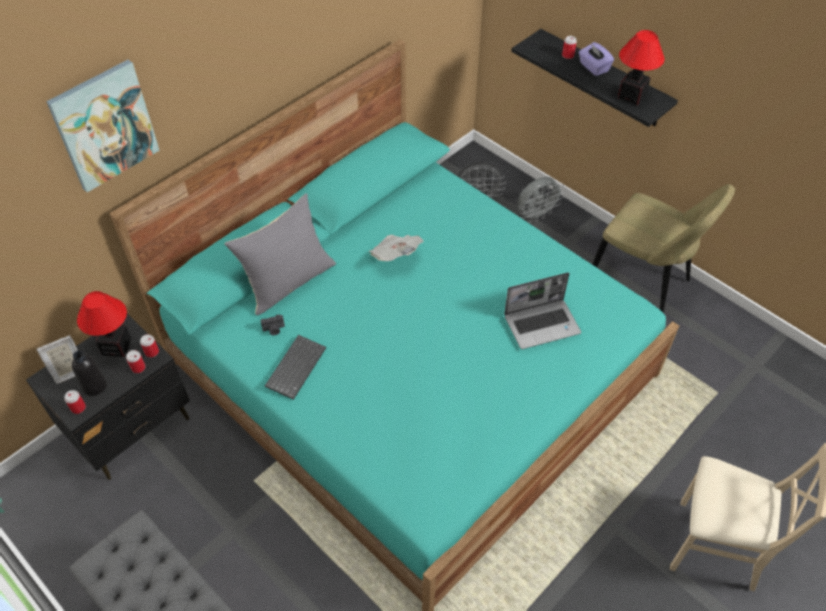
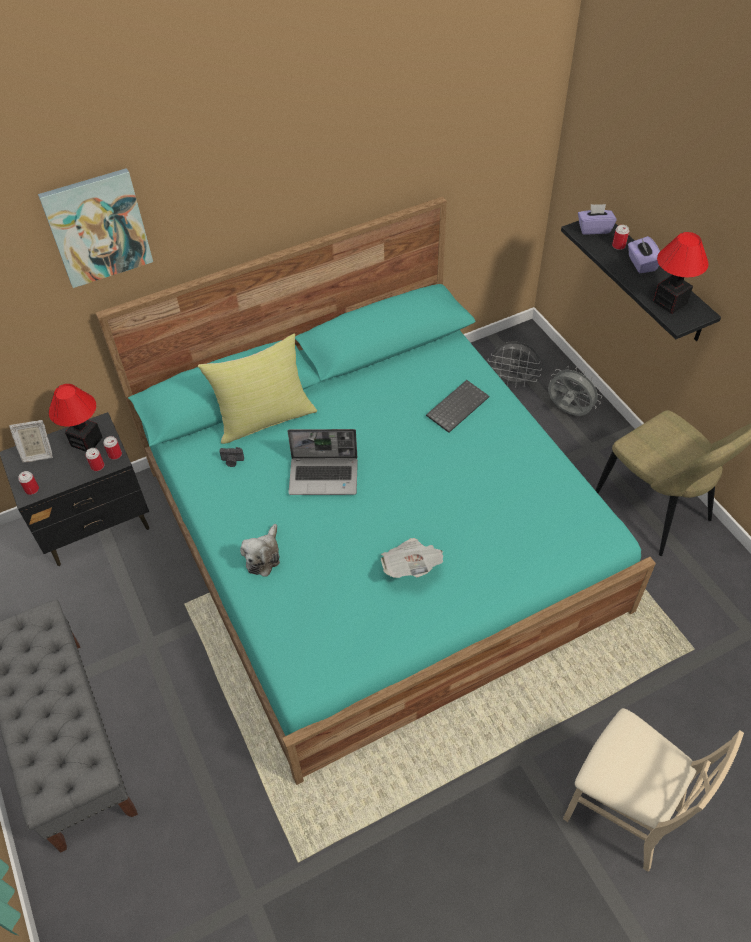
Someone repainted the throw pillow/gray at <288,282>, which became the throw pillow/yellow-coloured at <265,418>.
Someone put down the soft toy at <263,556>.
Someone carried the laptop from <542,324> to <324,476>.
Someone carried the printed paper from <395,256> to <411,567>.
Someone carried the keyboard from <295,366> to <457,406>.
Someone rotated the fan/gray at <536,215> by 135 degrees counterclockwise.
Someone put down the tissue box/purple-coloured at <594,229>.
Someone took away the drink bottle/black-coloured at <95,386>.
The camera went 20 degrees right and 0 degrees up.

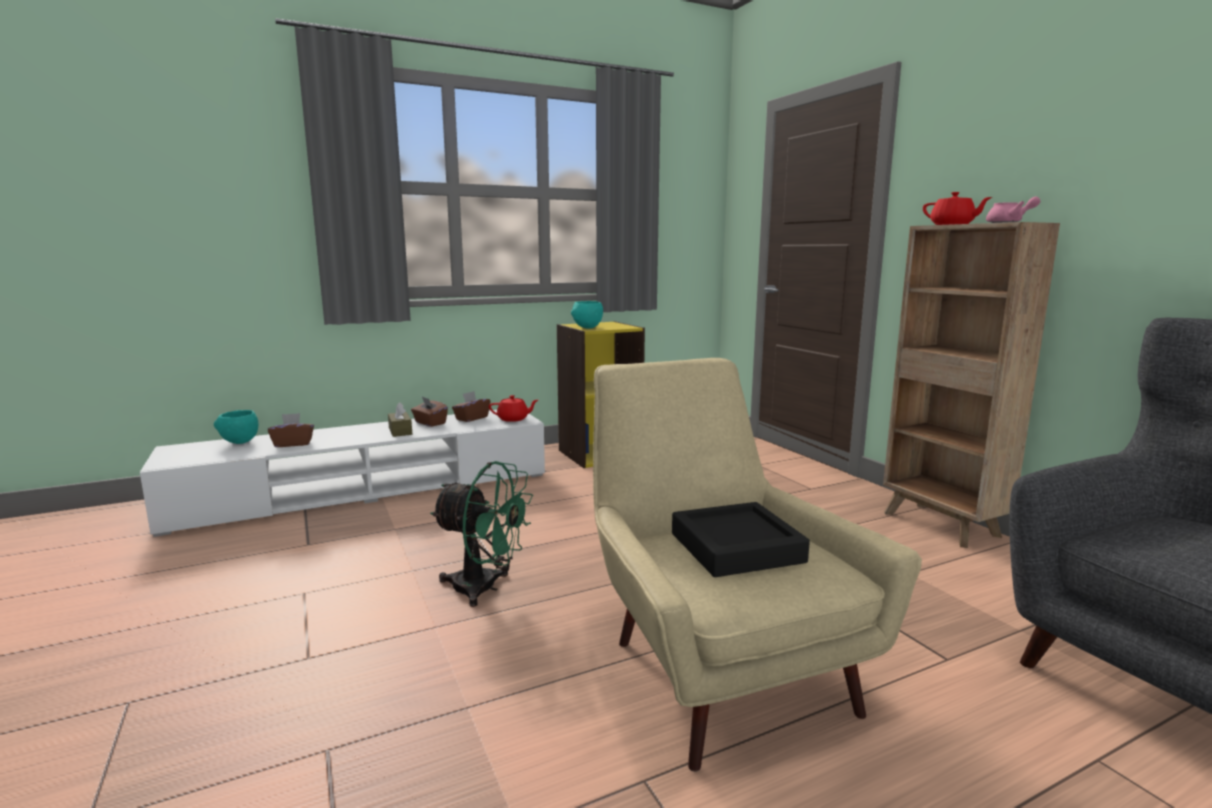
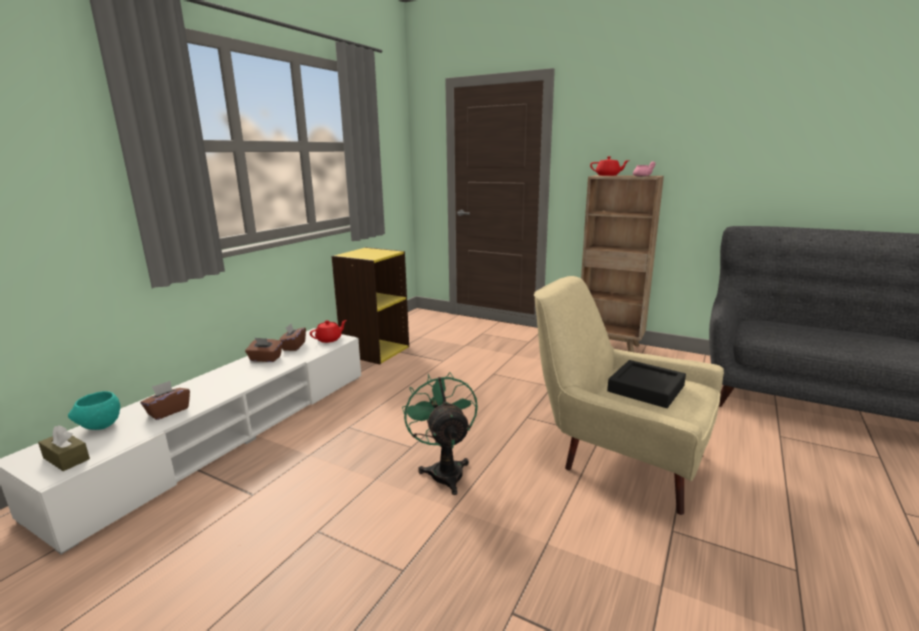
Someone carried the tissue box/brown from <400,431> to <66,458>.
Someone rotated the fan/green at <485,588> by 90 degrees counterclockwise.
Someone took away the serving bowl/turquoise at <587,328>.
The camera went 35 degrees left and 5 degrees up.

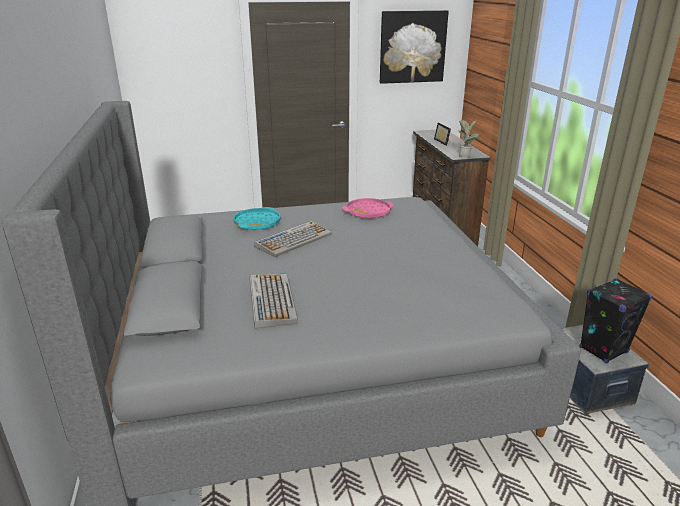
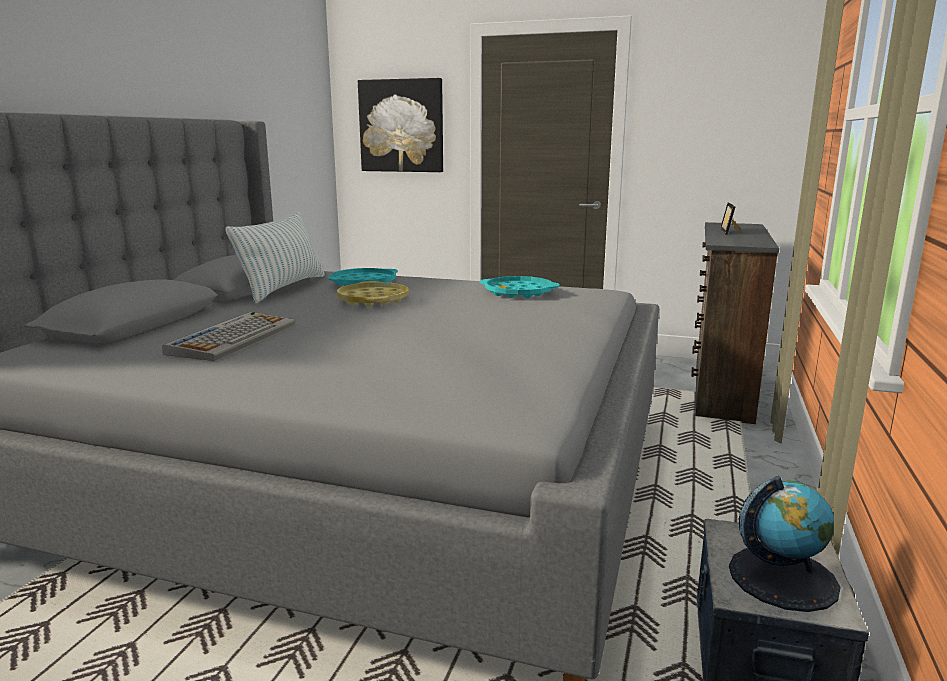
Someone put down the throw pillow at <283,288>.
Someone swapped the keyboard at <294,240> for the tray/yellow-coloured at <373,300>.
Someone carried the wall art from <412,47> to <401,126>.
Someone repainted the tray/pinkish at <368,212>, which became the tray/turquoise at <519,293>.
Someone swapped the loudspeaker/black-coloured at <603,350> for the desk globe at <782,577>.
Someone took away the houseplant at <466,155>.
The camera went 30 degrees right and 10 degrees down.

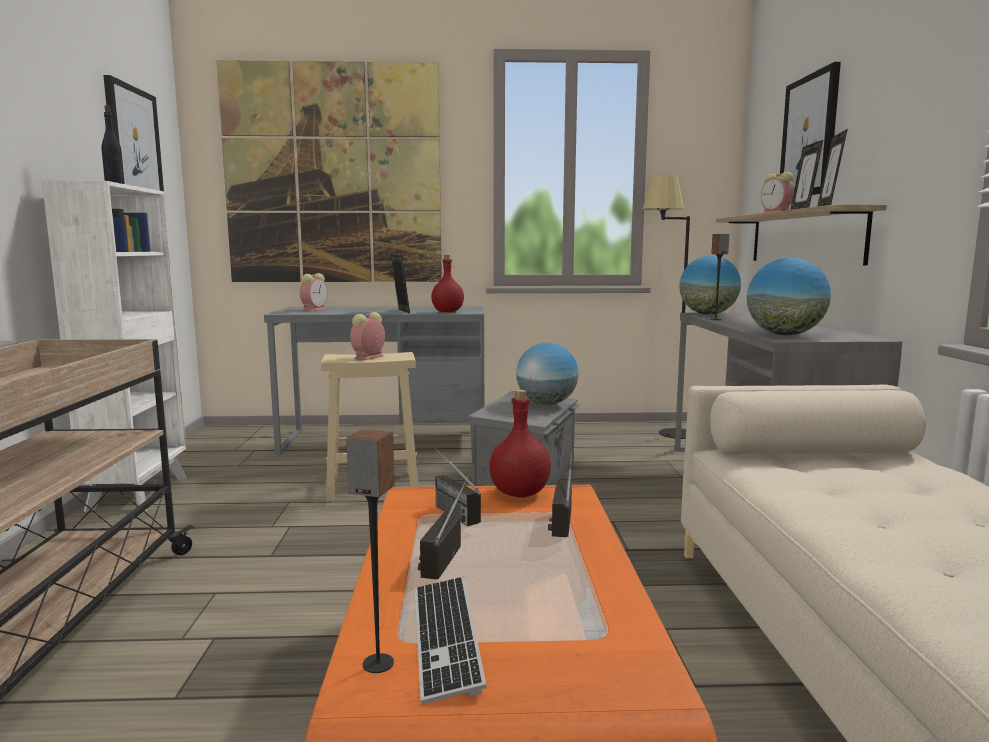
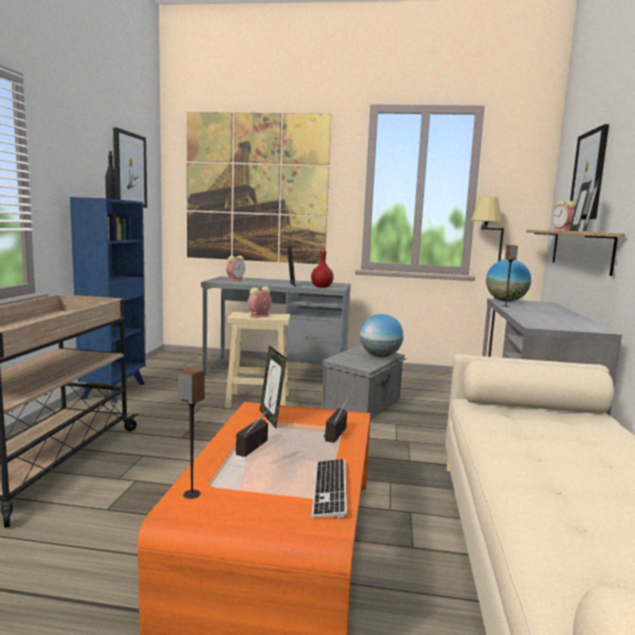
Someone repainted the shelving unit/white-coloured at <140,493>, which became the shelving unit/blue at <115,390>.
Someone swapped the radio receiver at <447,509> for the picture frame at <271,418>.
Someone carried the keyboard from <446,637> to <330,489>.
Someone took away the drink bottle/red-coloured at <519,493>.
Someone took away the desk globe at <784,335>.
The camera went 10 degrees right and 0 degrees up.

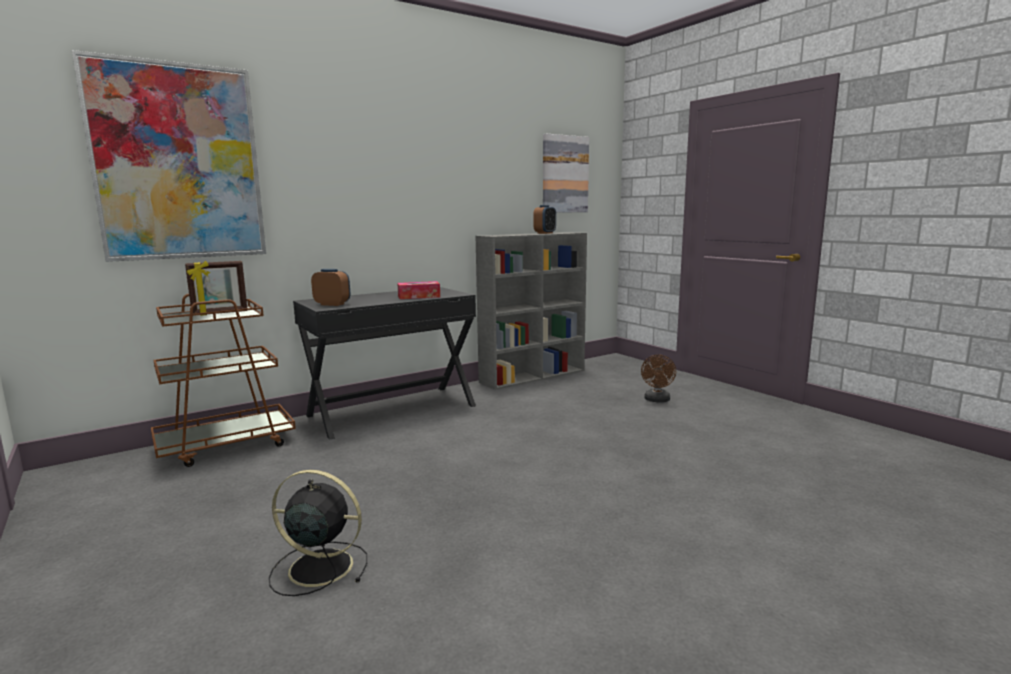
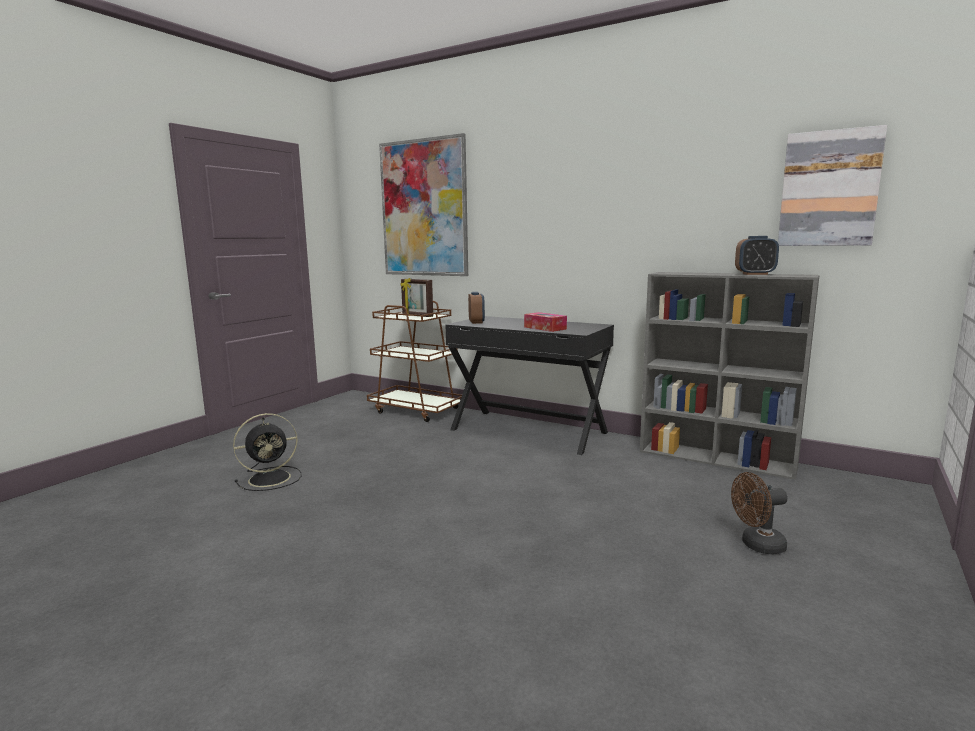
Someone rotated the fan/black-coloured at <318,567> by 75 degrees clockwise.
The camera went 65 degrees right and 0 degrees up.

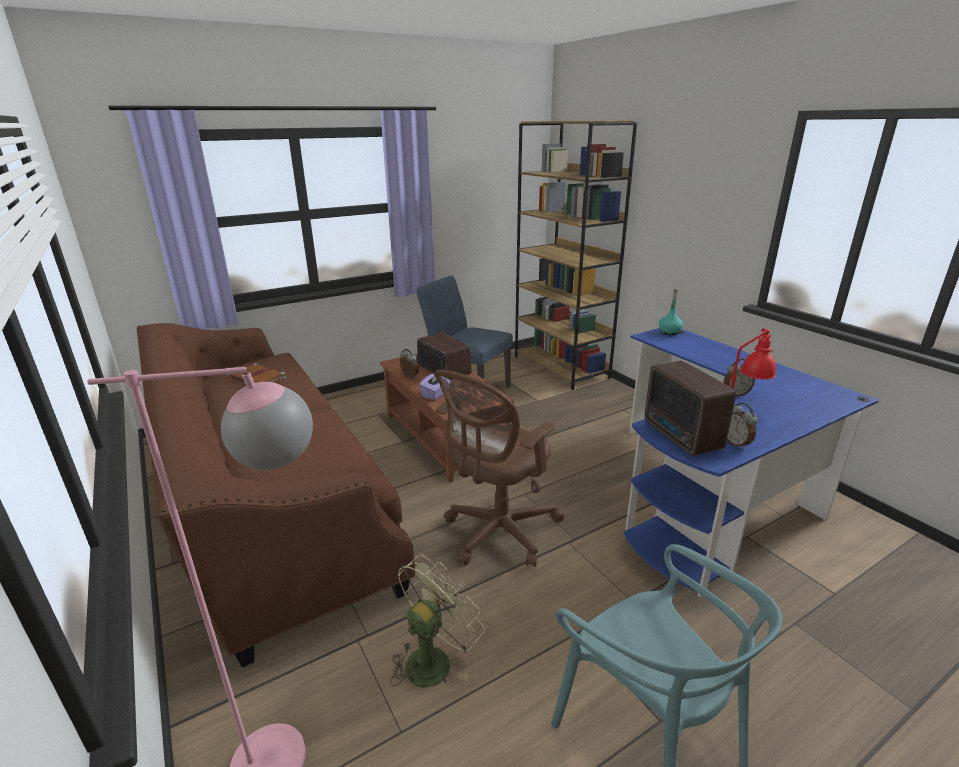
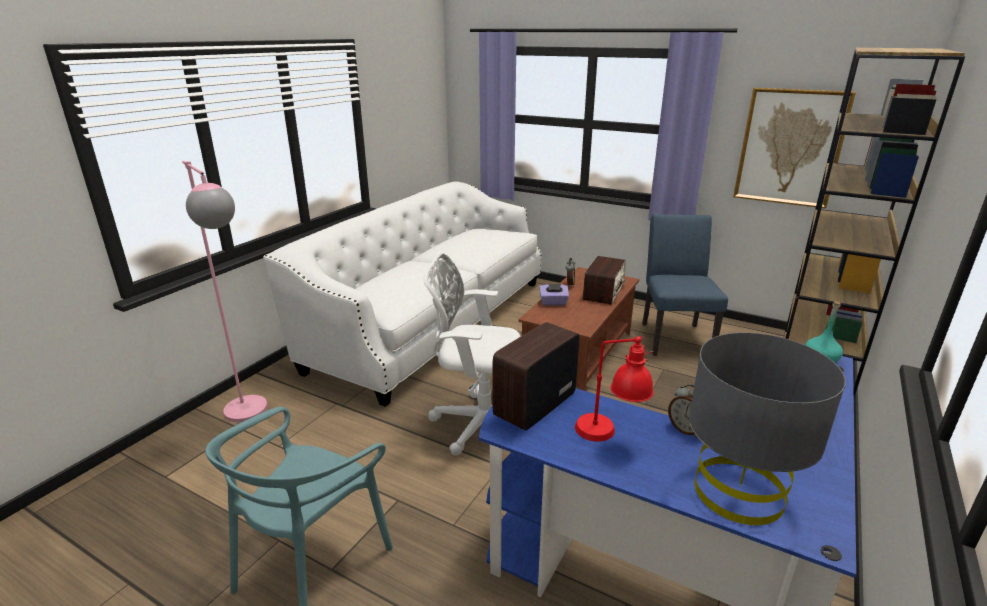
Someone repainted the settee/brown at <269,501>, which became the settee/white-coloured at <432,322>.
Someone repainted the computer chair/brown at <497,533>, which became the computer chair/white-coloured at <479,424>.
Someone put down the table lamp/gray at <738,492>.
Someone put up the wall art at <790,147>.
Someone took away the volume/brown at <259,378>.
Someone took away the fan/green at <434,658>.
Someone took away the bedside clock at <736,443>.
The camera went 60 degrees right and 0 degrees up.

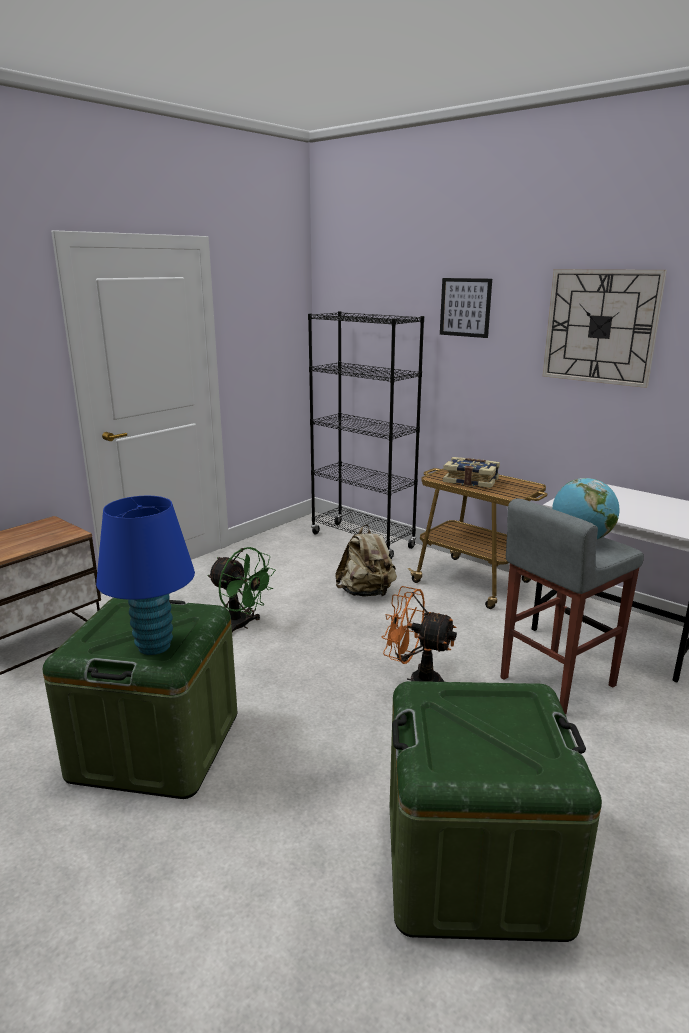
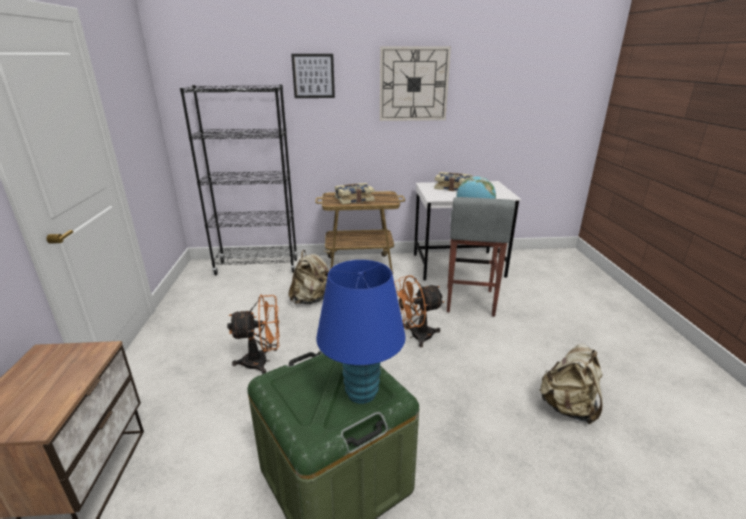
Someone repainted the fan/green at <241,626>, which became the fan/orange-coloured at <262,362>.
Someone put down the volume at <453,188>.
Someone swapped the storage bin/green at <474,864> for the backpack/beige at <568,407>.
The camera went 45 degrees left and 5 degrees up.

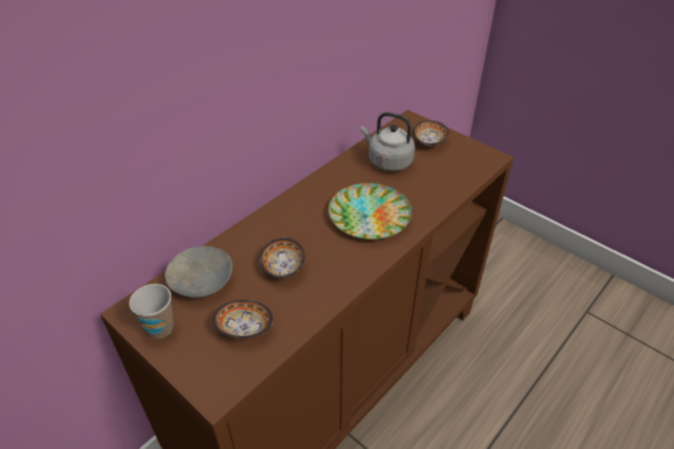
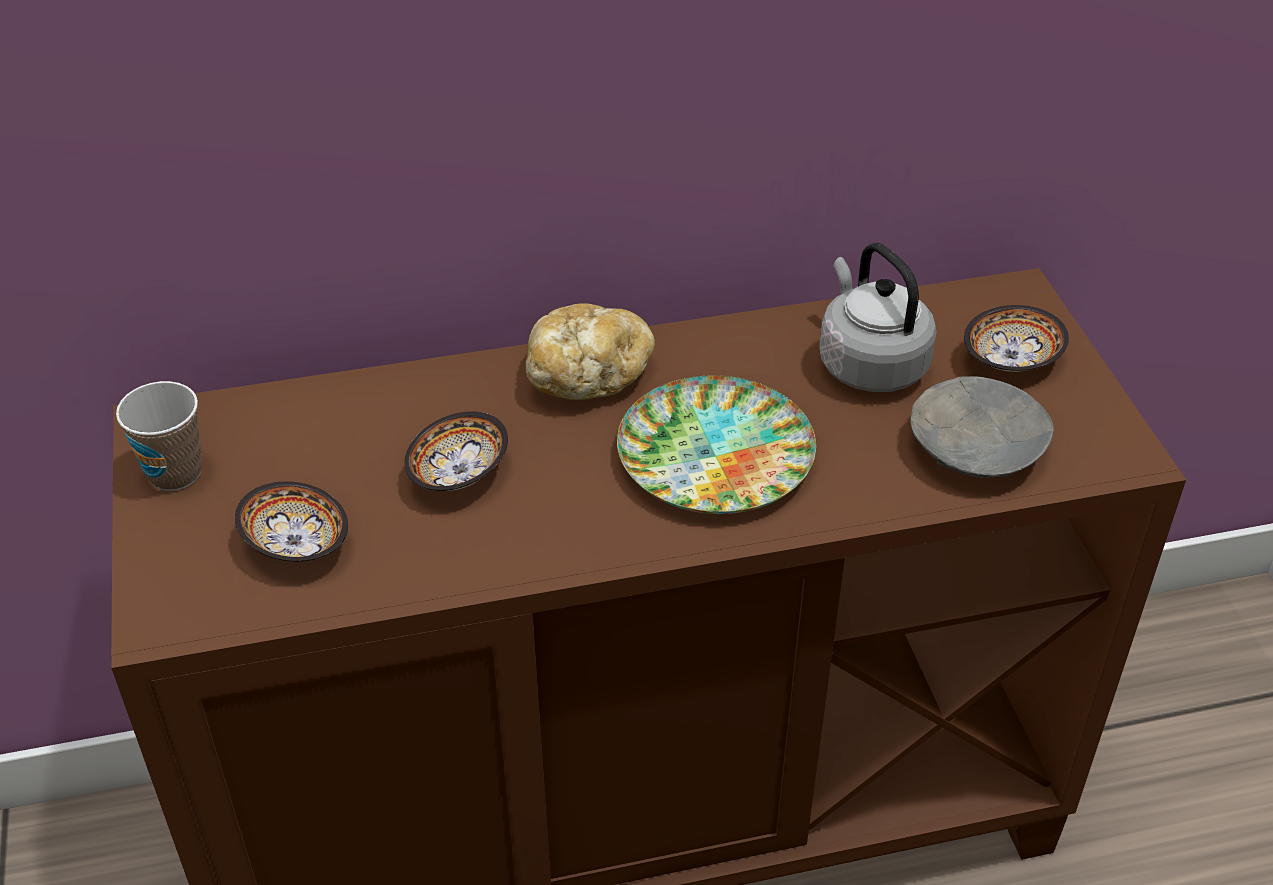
Someone put down the bakery bread at <588,375>.
Someone carried the serving bowl/gray from <200,281> to <974,448>.
The camera went 35 degrees right and 0 degrees up.

